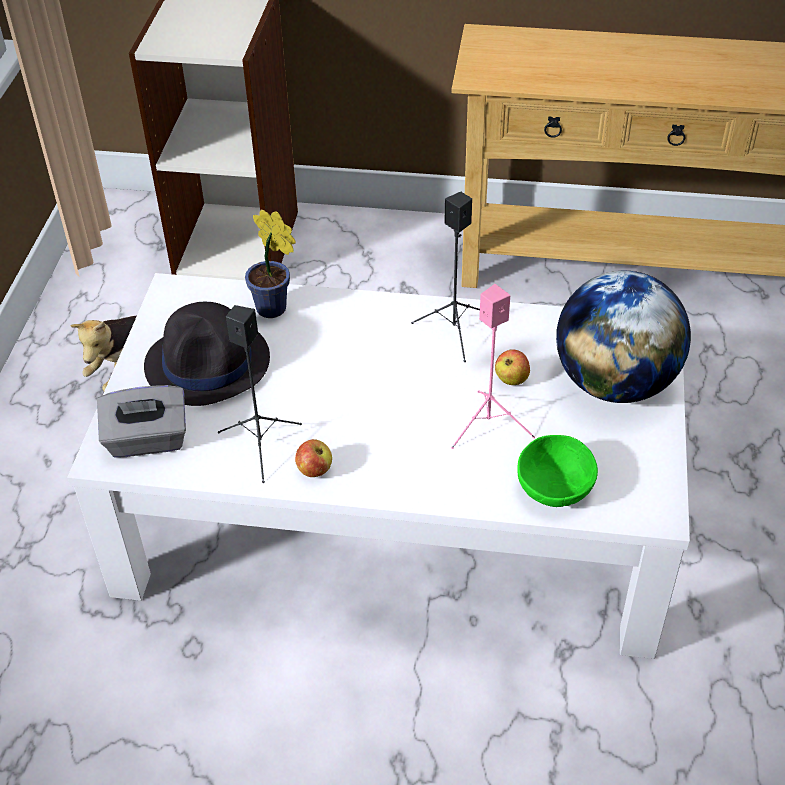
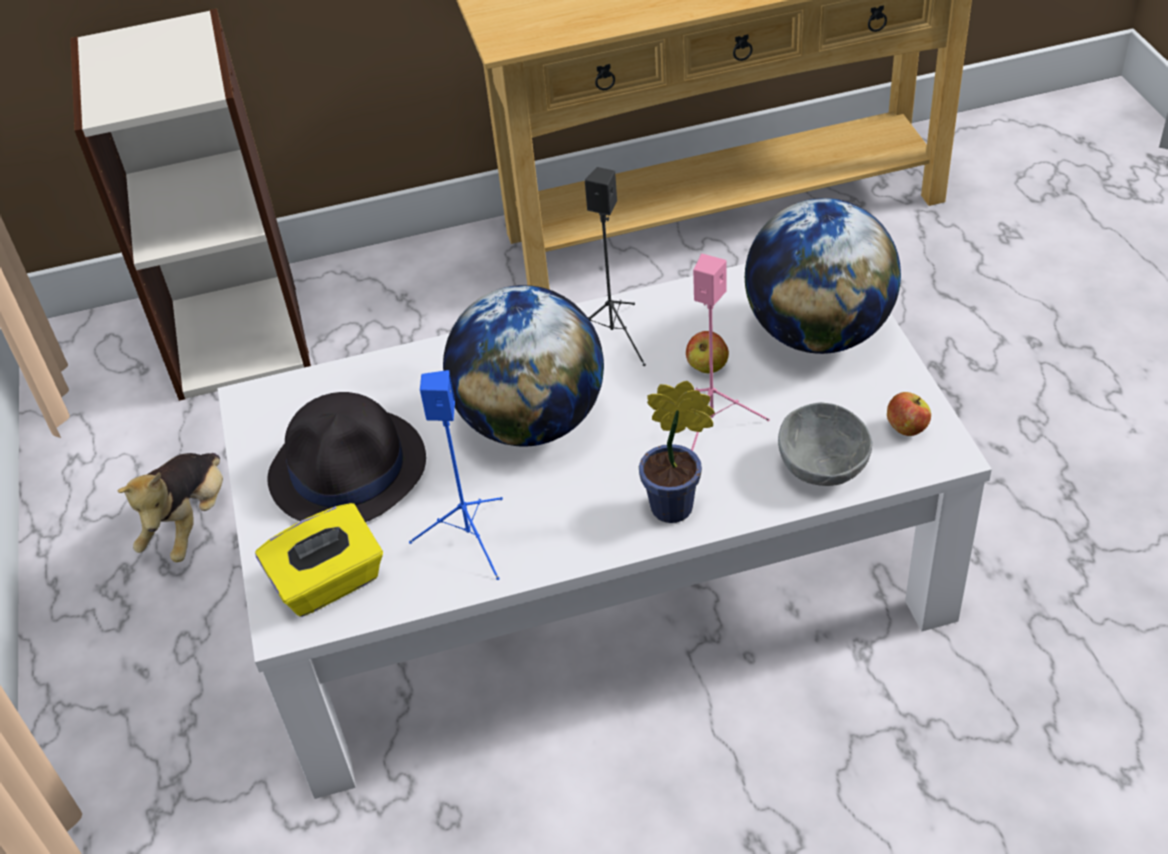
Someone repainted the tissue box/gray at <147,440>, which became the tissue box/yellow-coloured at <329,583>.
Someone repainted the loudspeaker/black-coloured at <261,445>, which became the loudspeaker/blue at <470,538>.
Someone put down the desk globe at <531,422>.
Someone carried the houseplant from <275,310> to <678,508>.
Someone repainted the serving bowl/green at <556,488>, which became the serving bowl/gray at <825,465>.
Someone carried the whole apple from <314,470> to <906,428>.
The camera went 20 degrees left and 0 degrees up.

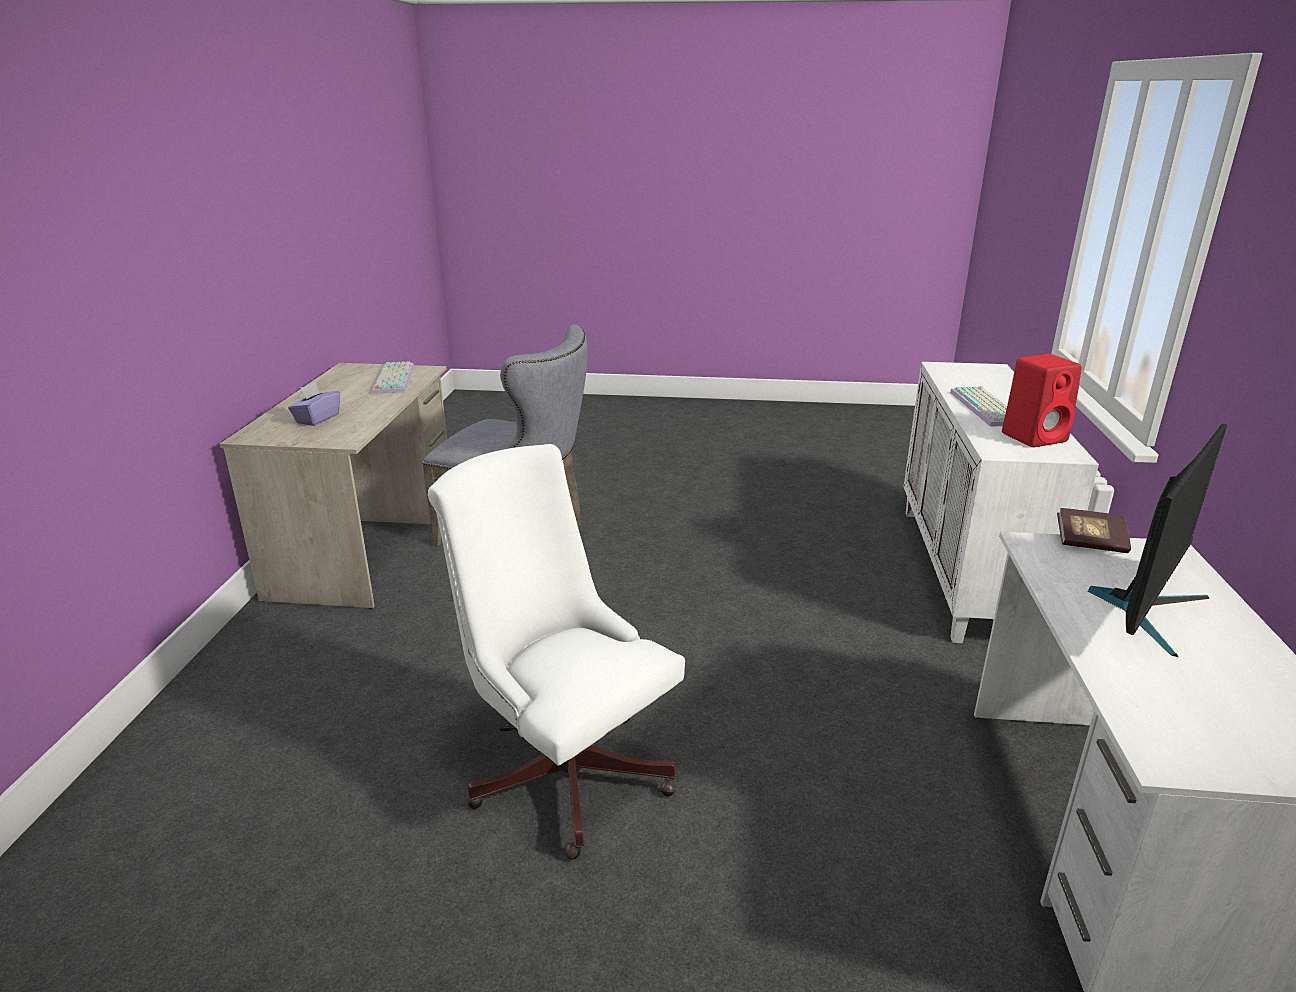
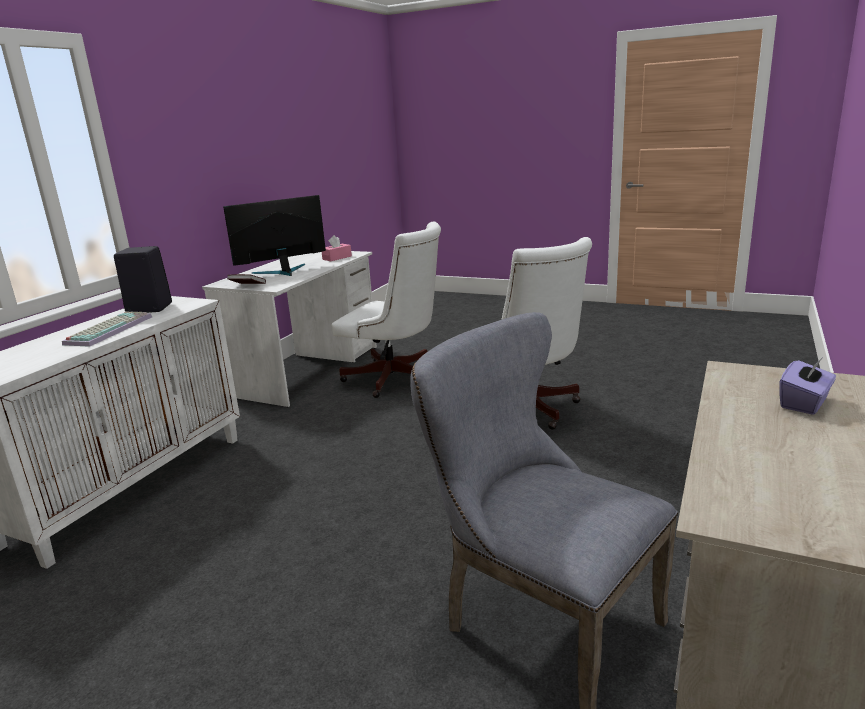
Someone repainted the loudspeaker/red-coloured at <1035,437>, which became the loudspeaker/black-coloured at <147,309>.
Someone put down the tissue box/pinkish at <337,258>.
Someone put down the computer chair/white-coloured at <396,379>.
Someone took away the keyboard at <392,379>.
The camera went 160 degrees left and 5 degrees down.

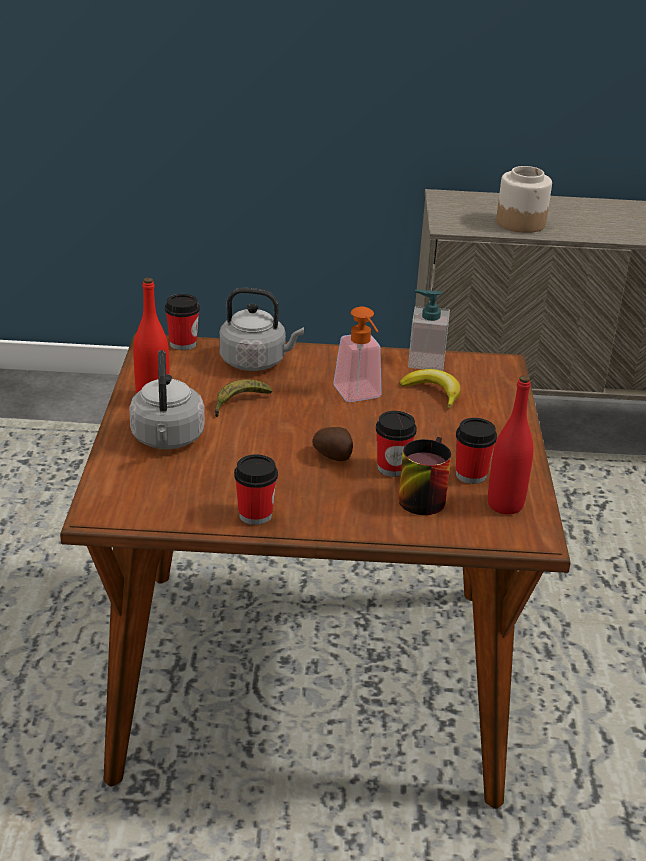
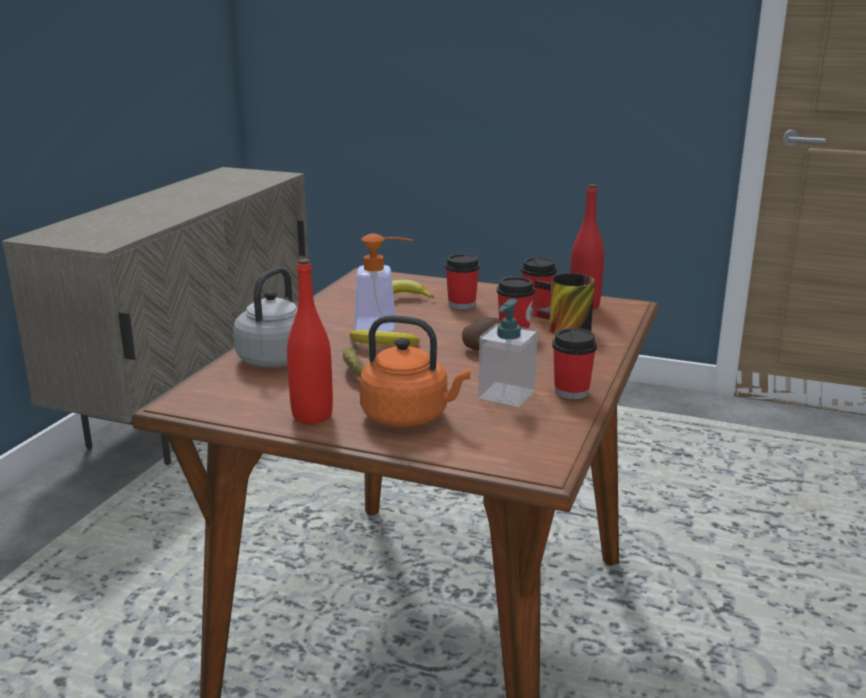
Someone put down the banana at <382,346>.
Someone repainted the tea kettle/gray at <167,440>, which became the tea kettle/orange-coloured at <409,417>.
Someone carried the cup from <183,344> to <461,304>.
Someone carried the soap dispenser from <426,361> to <506,394>.
Someone took away the jar at <521,223>.
The camera went 70 degrees left and 10 degrees down.

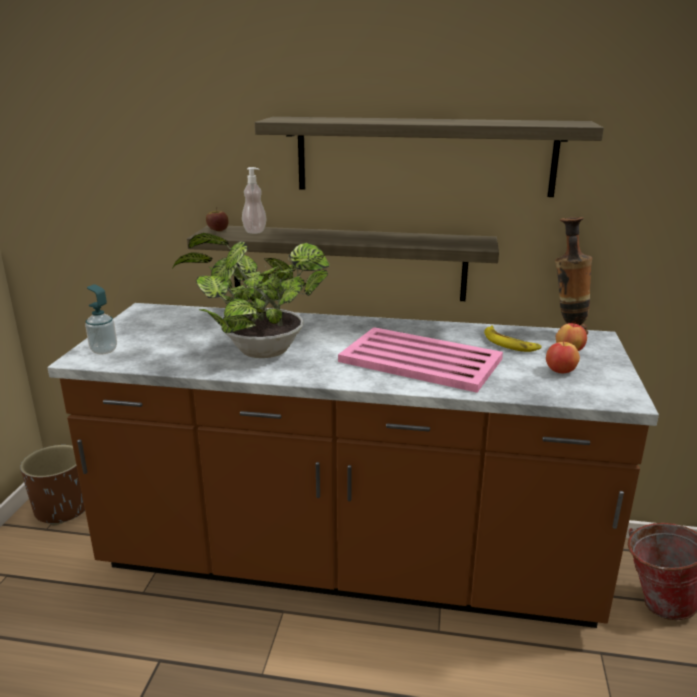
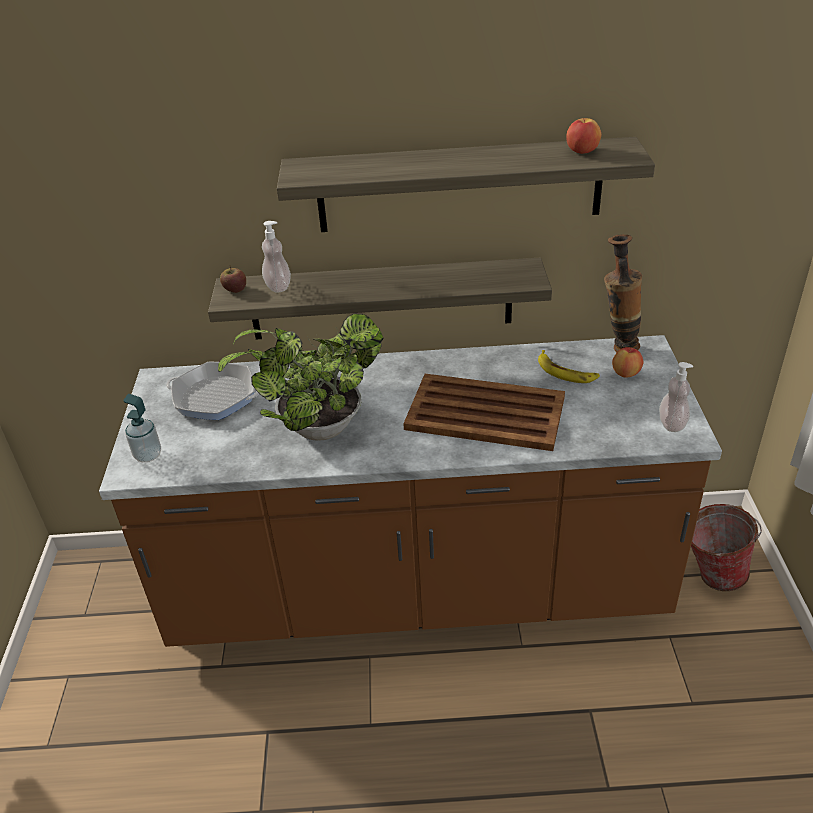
Someone put down the pan at <215,397>.
Someone repainted the tray/pinkish at <421,361>, which became the tray/brown at <487,414>.
Someone carried the whole apple from <560,371> to <582,151>.
Someone put down the soap dispenser at <672,424>.
Someone took away the plant pot/brown at <62,509>.
The camera went 10 degrees left and 15 degrees up.

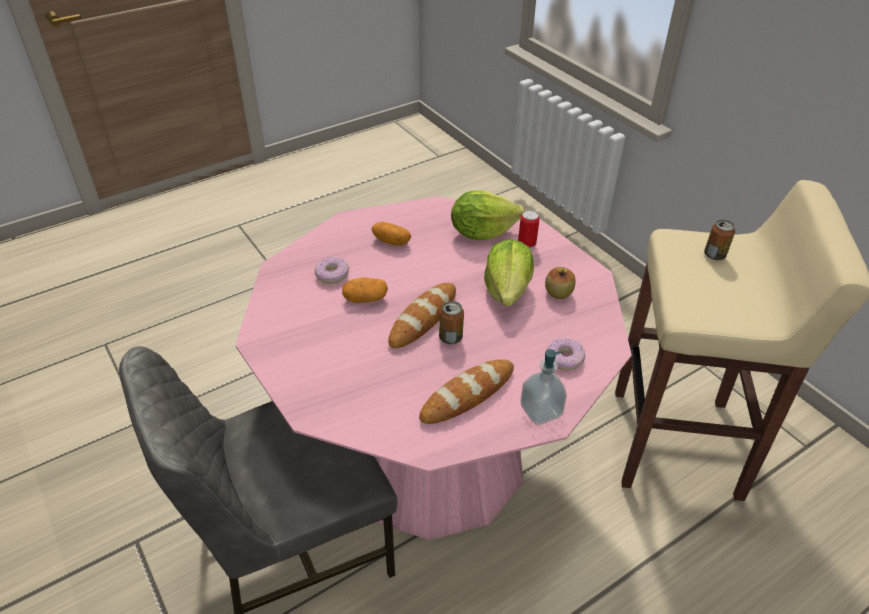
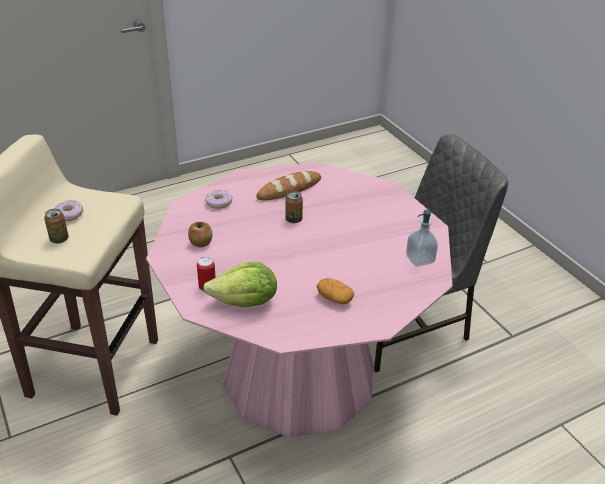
Someone carried the ring doughnut from <332,274> to <69,214>.
Someone carried the soap dispenser from <541,411> to <420,259>.
Someone took away the whole potato at <365,298>.
Someone took away the bakery bread at <423,318>.
Someone took away the lettuce head at <507,290>.
The camera went 175 degrees left and 5 degrees down.

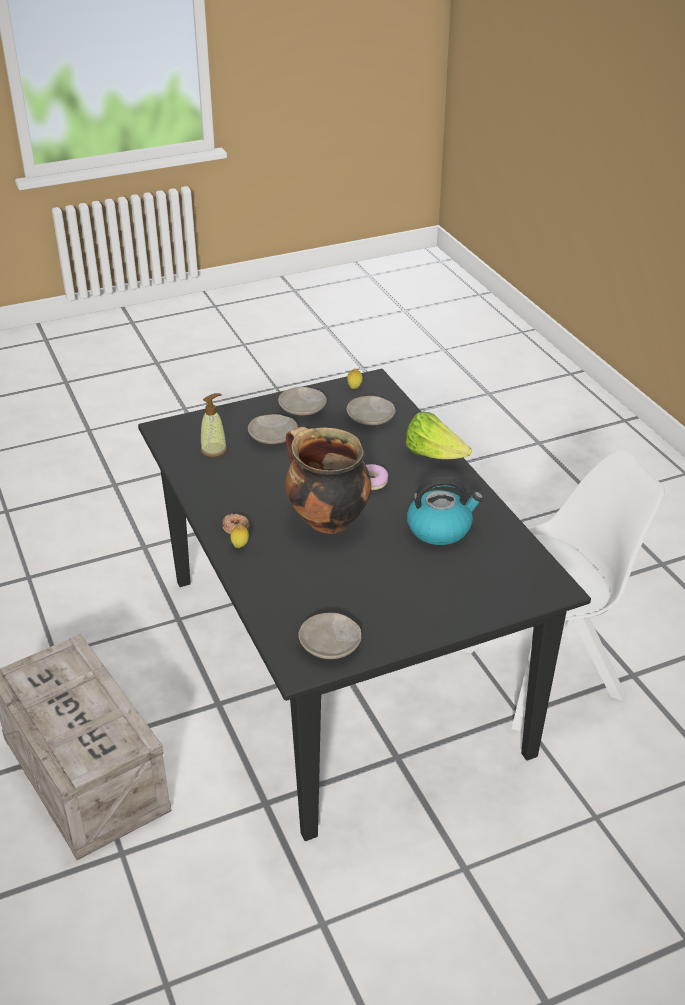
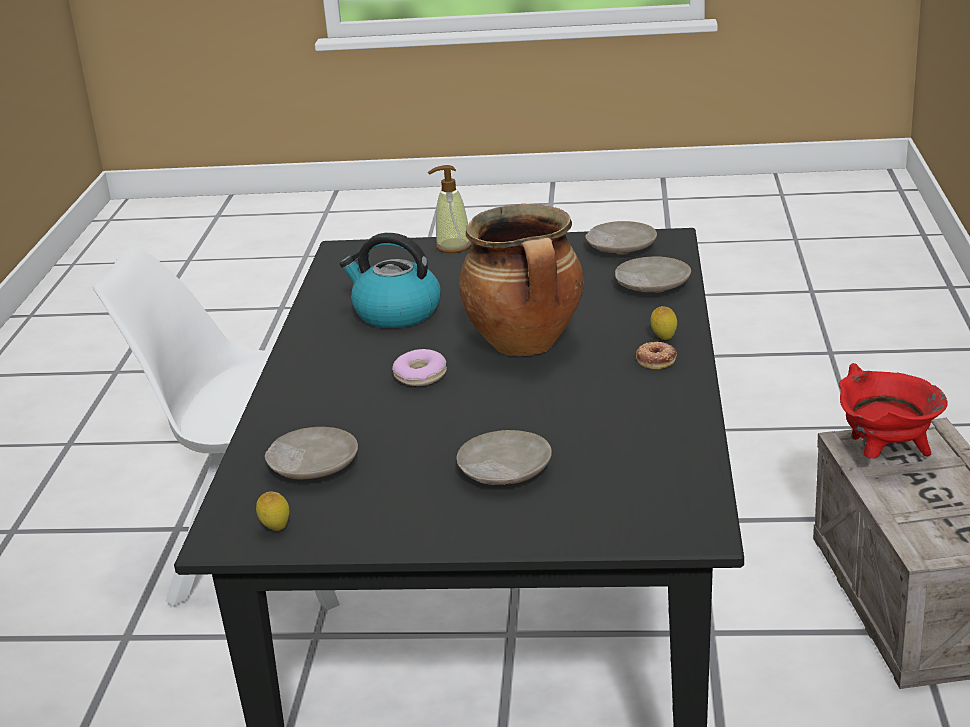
Someone carried the soap dispenser from <214,450> to <453,247>.
Someone carried the dinner plate/beige from <303,408> to <652,286>.
Someone put down the cooking pot/red-coloured at <885,456>.
Someone took away the lettuce head at <434,455>.
The camera went 150 degrees left and 10 degrees down.

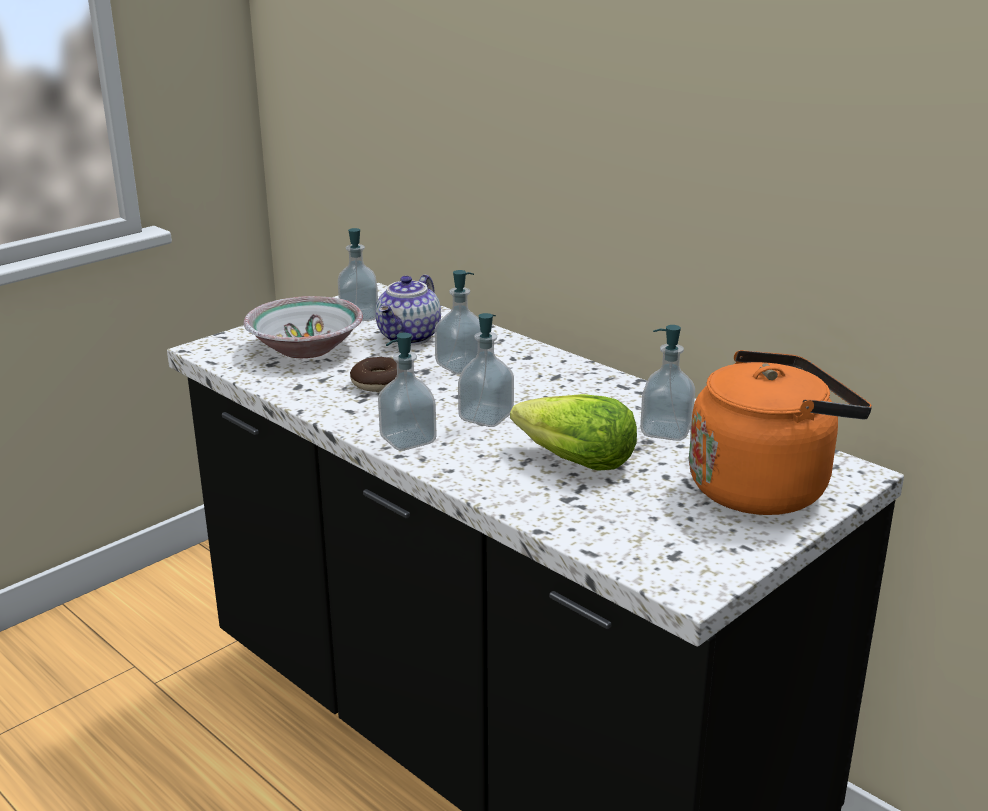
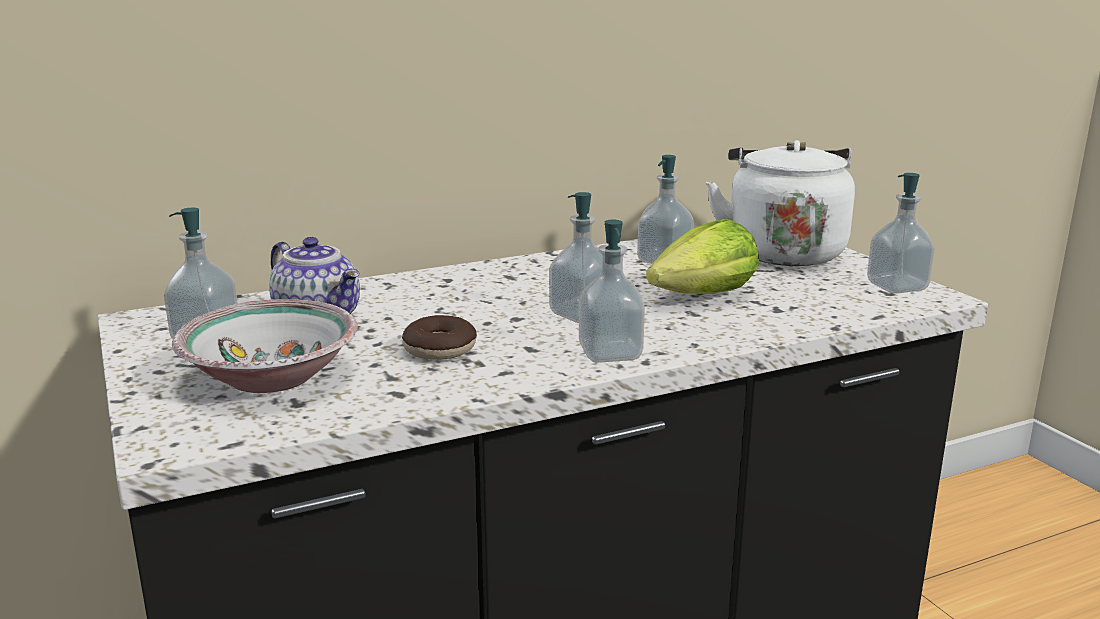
Someone repainted the tea kettle/orange-coloured at <764,487>, which became the tea kettle/white-coloured at <782,252>.
Someone carried the soap dispenser from <461,366> to <896,286>.
The camera went 70 degrees left and 5 degrees down.

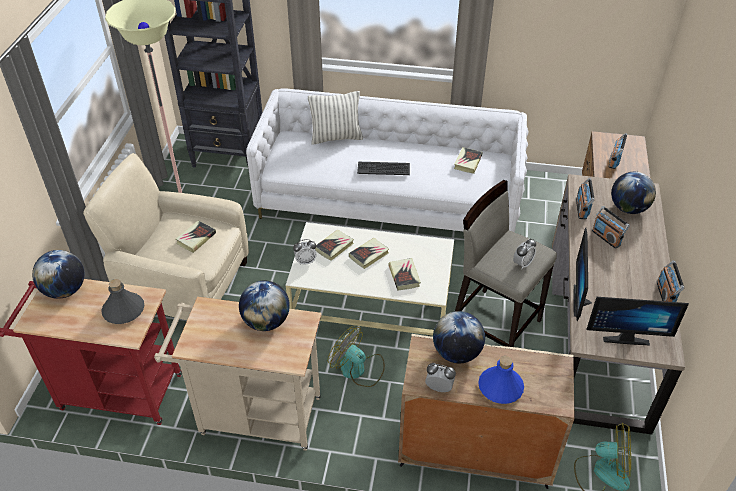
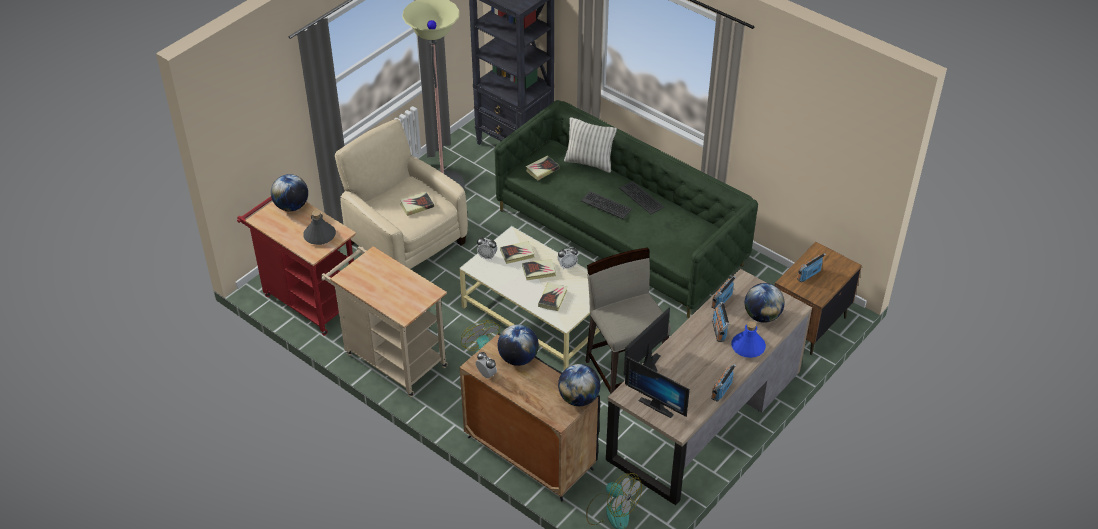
Someone repainted the storage cabinet/beige at <474,451>, which became the storage cabinet/black-coloured at <529,453>.
Someone repainted the settee/white-coloured at <388,200>, which became the settee/green at <620,237>.
Someone carried the volume from <467,162> to <542,170>.
Someone carried the bedside clock from <522,263> to <567,266>.
Someone carried the desk globe from <266,322> to <578,398>.
Someone put down the keyboard at <641,198>.
Someone carried the drink bottle/blue from <500,387> to <748,347>.
The camera went 30 degrees right and 0 degrees up.

